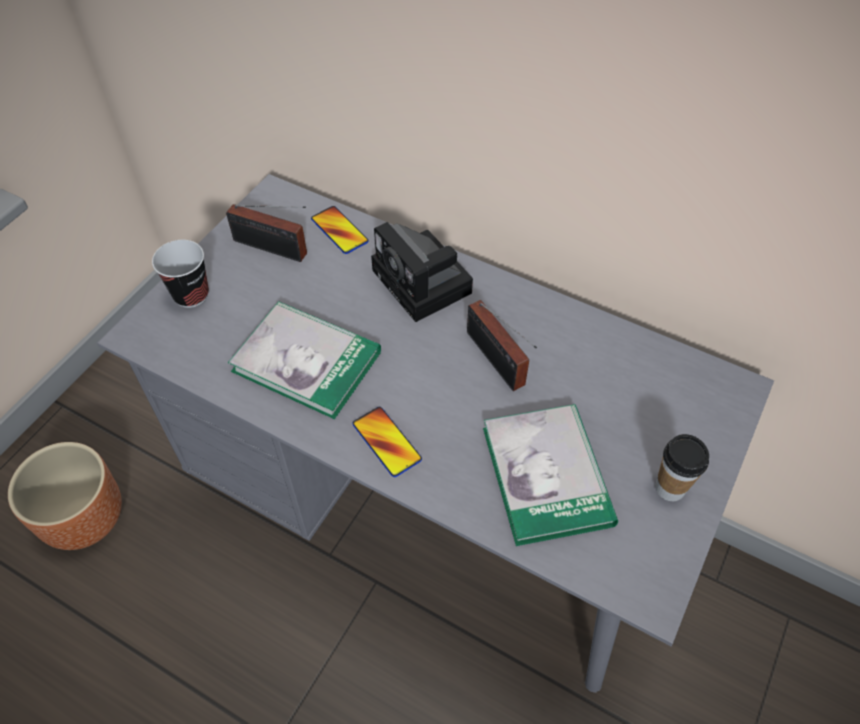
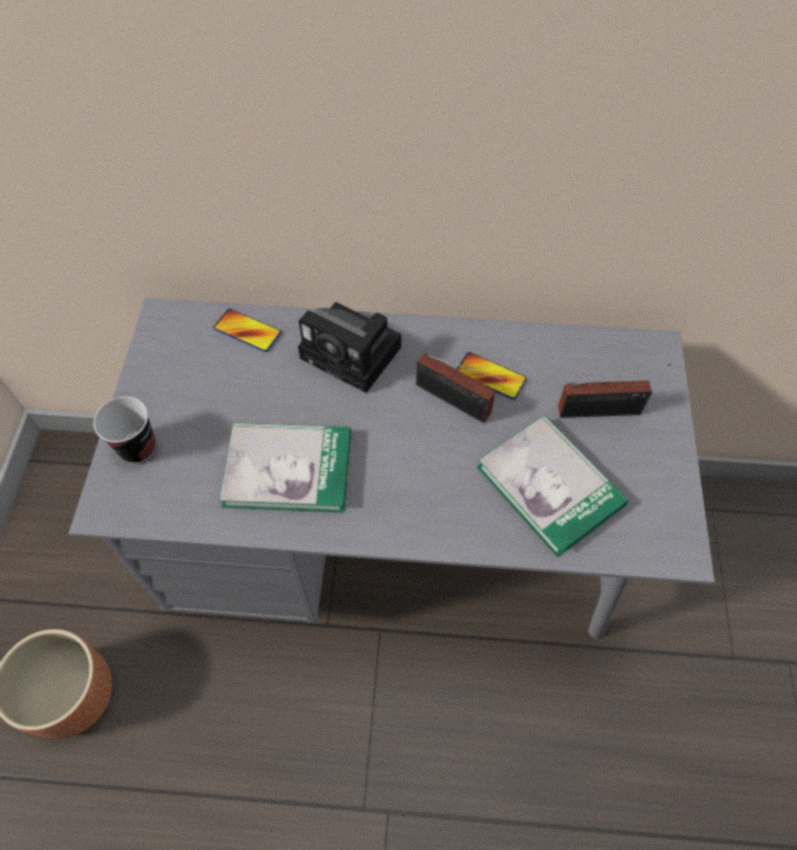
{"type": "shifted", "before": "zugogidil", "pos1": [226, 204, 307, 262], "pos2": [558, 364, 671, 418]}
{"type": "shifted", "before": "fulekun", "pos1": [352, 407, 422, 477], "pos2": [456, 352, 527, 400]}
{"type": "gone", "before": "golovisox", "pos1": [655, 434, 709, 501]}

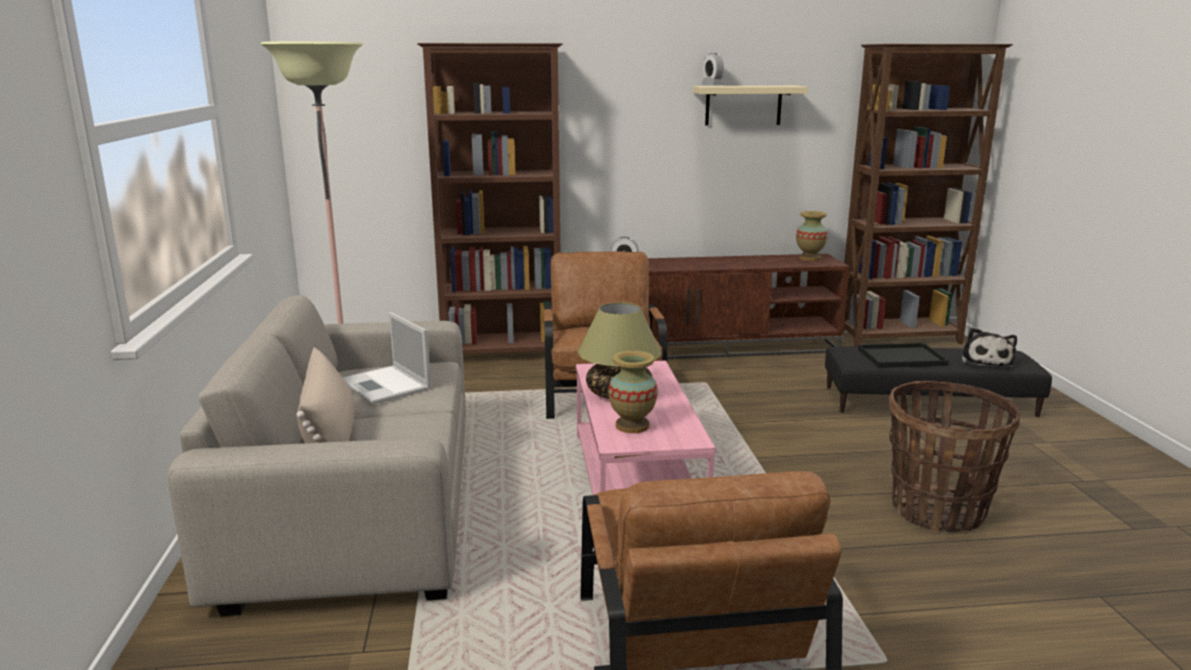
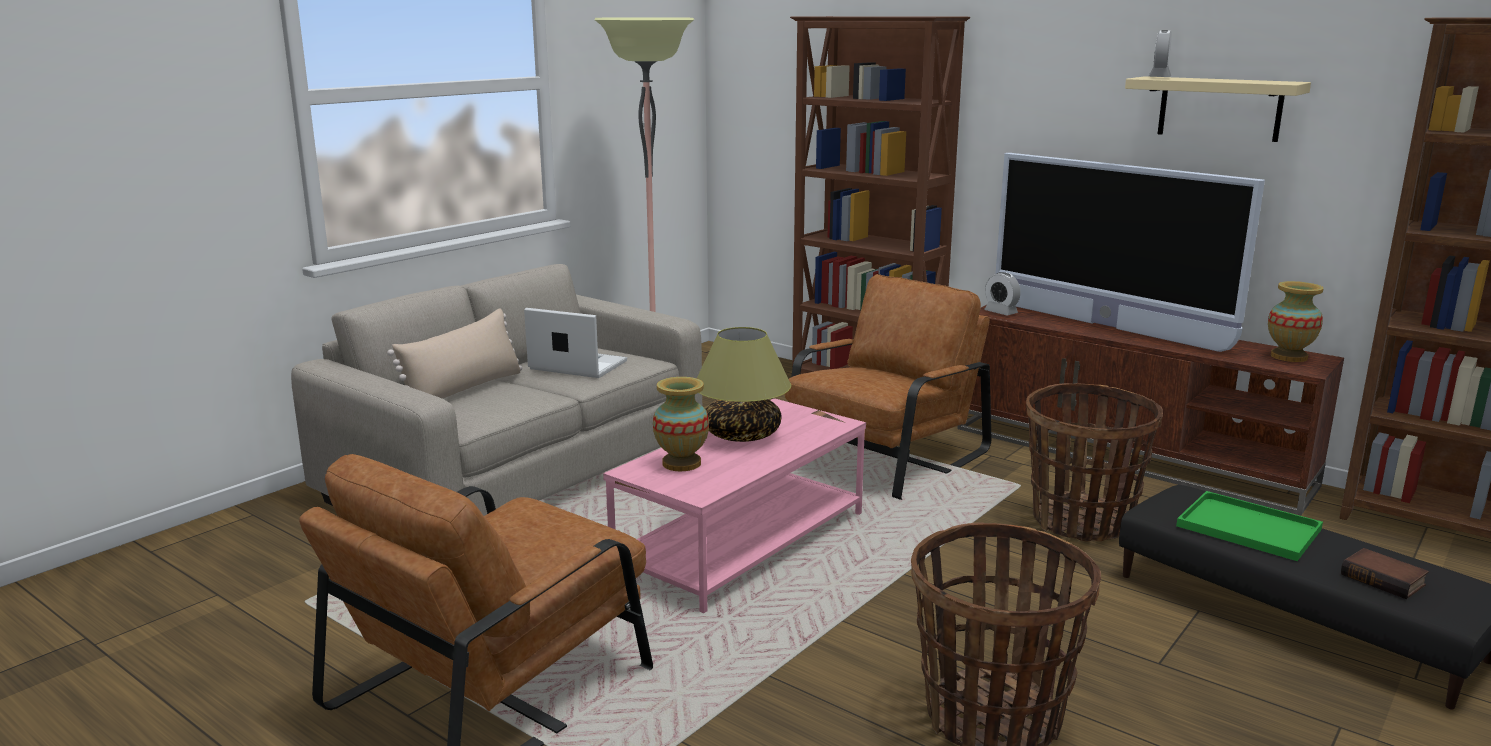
{"type": "rotated", "before": "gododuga", "pos1": [343, 312, 431, 404], "pos2": [524, 308, 627, 378], "turn": 105}
{"type": "repainted", "before": "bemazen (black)", "after": "bemazen (green)", "pos1": [858, 343, 949, 368], "pos2": [1176, 491, 1323, 561]}
{"type": "swapped", "before": "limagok", "after": "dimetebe", "pos1": [962, 328, 1017, 368], "pos2": [1341, 548, 1429, 599]}
{"type": "new", "after": "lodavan", "pos2": [996, 153, 1265, 352]}
{"type": "new", "after": "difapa", "pos2": [1026, 383, 1163, 541]}

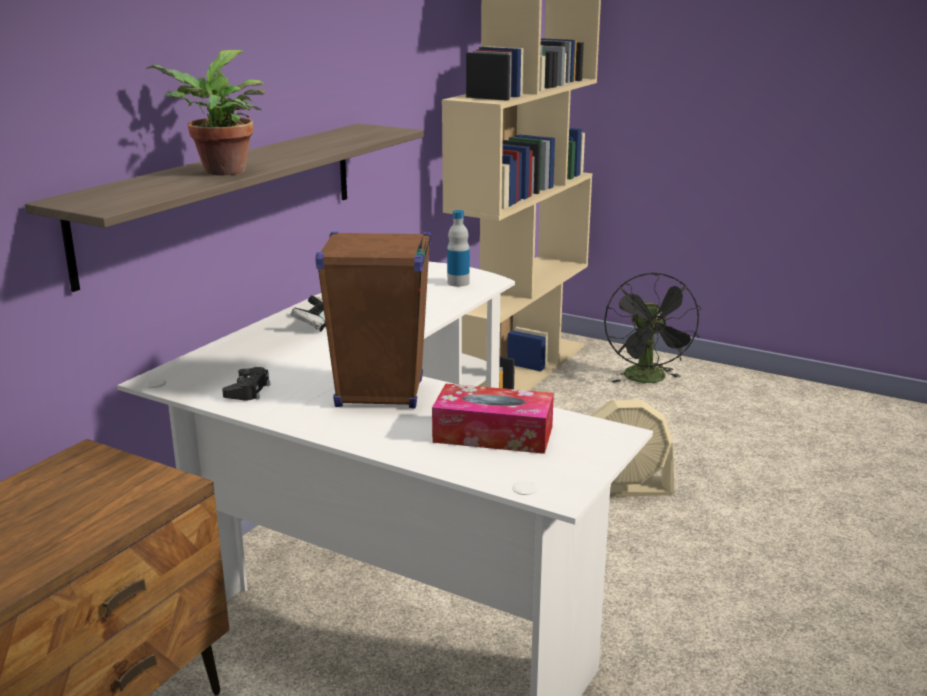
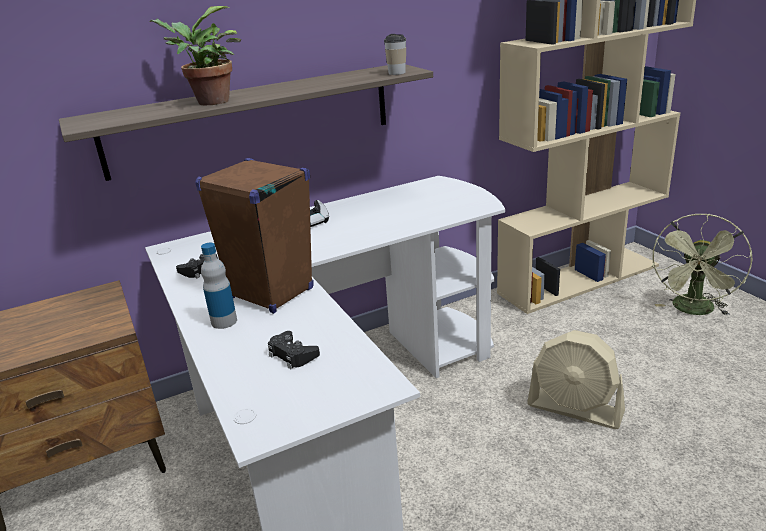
{"type": "swapped", "before": "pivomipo", "after": "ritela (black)", "pos1": [432, 383, 554, 454], "pos2": [268, 331, 320, 369]}
{"type": "shifted", "before": "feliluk", "pos1": [447, 210, 470, 287], "pos2": [201, 243, 237, 329]}
{"type": "repainted", "before": "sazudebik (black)", "after": "sazudebik (green)", "pos1": [604, 272, 701, 383], "pos2": [651, 214, 753, 316]}
{"type": "new", "after": "golovisox", "pos2": [384, 34, 406, 75]}

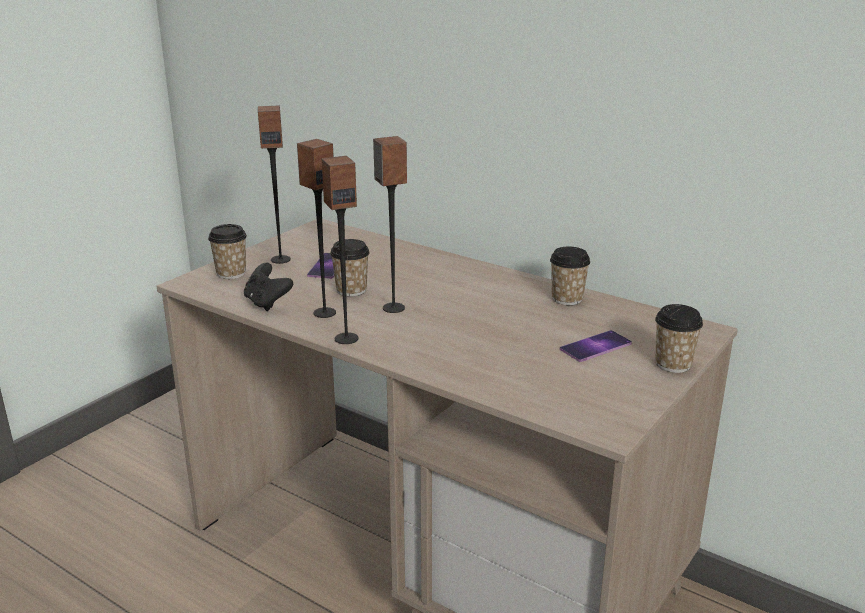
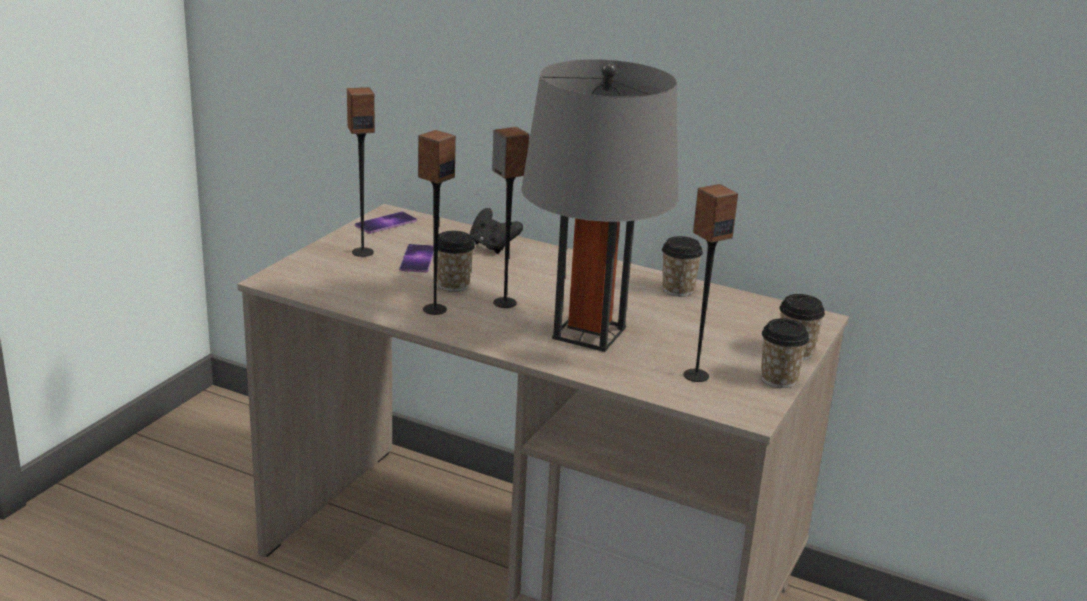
{"type": "shifted", "before": "golovisox", "pos1": [208, 224, 247, 279], "pos2": [761, 318, 809, 388]}
{"type": "shifted", "before": "ritela (black)", "pos1": [244, 263, 293, 311], "pos2": [470, 208, 523, 254]}
{"type": "shifted", "before": "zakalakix", "pos1": [322, 156, 358, 344], "pos2": [683, 184, 738, 382]}
{"type": "shifted", "before": "fulekun", "pos1": [560, 330, 632, 362], "pos2": [355, 211, 417, 234]}
{"type": "new", "after": "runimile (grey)", "pos2": [521, 59, 678, 352]}

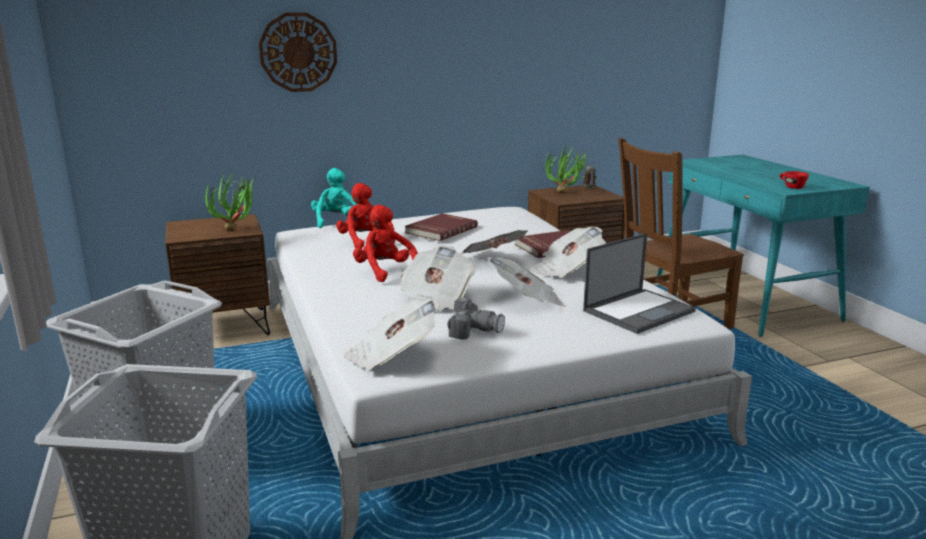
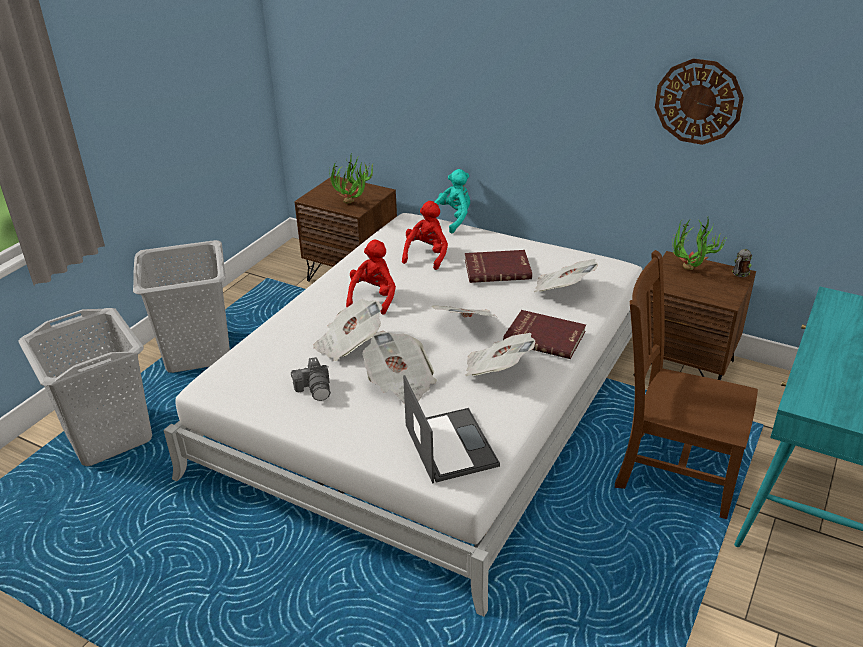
{"type": "shifted", "before": "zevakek", "pos1": [259, 12, 337, 92], "pos2": [655, 58, 744, 145]}
{"type": "shifted", "before": "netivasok", "pos1": [344, 299, 440, 371], "pos2": [534, 259, 598, 292]}
{"type": "rotated", "before": "gododuga", "pos1": [583, 233, 696, 334], "pos2": [403, 375, 500, 483], "turn": -120}
{"type": "gone", "before": "golovisox (red)", "pos1": [779, 171, 809, 189]}

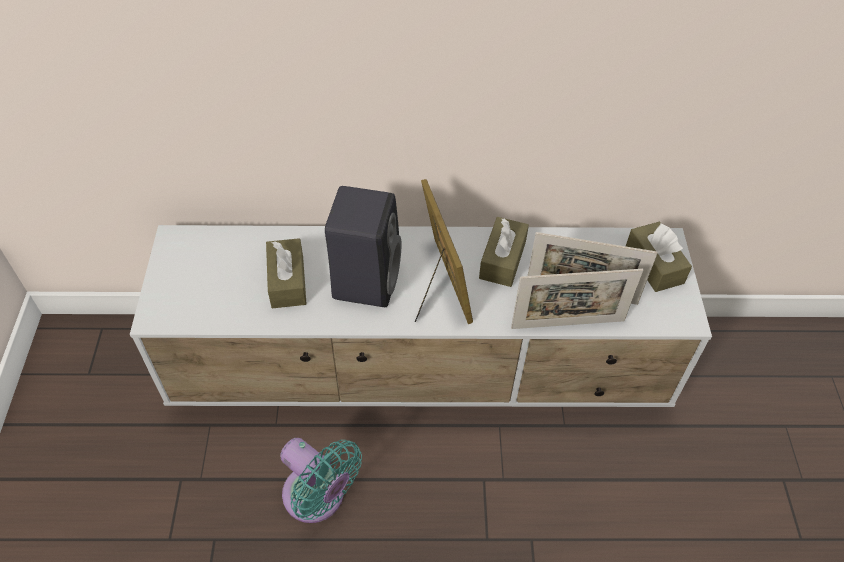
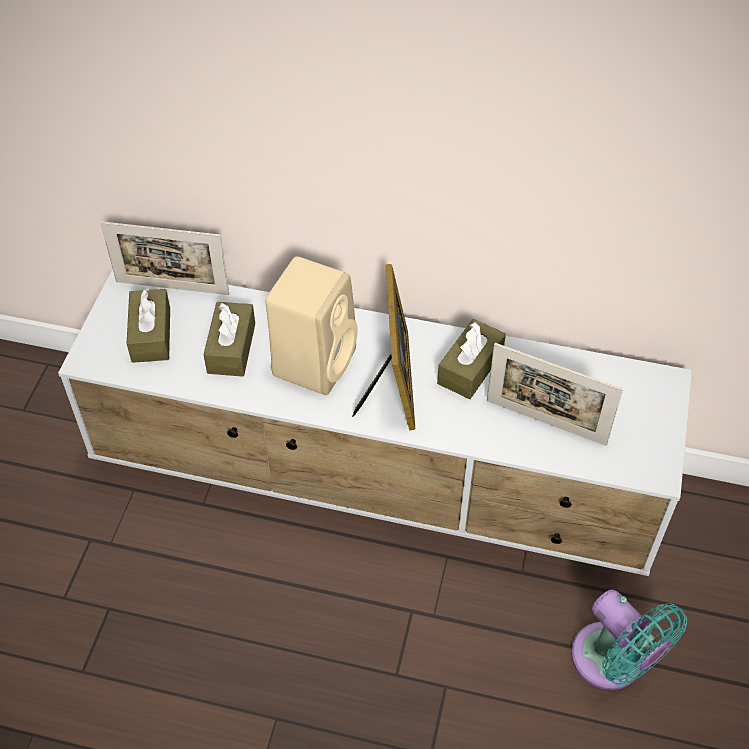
{"type": "shifted", "before": "sazudebik (turquoise)", "pos1": [280, 438, 362, 523], "pos2": [571, 590, 687, 690]}
{"type": "repainted", "before": "zakalakix (black)", "after": "zakalakix (beige)", "pos1": [325, 186, 401, 307], "pos2": [265, 256, 358, 395]}
{"type": "shifted", "before": "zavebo", "pos1": [511, 269, 643, 329], "pos2": [100, 221, 229, 295]}
{"type": "shifted", "before": "pivomipo (brown)", "pos1": [626, 222, 692, 292], "pos2": [127, 288, 170, 363]}

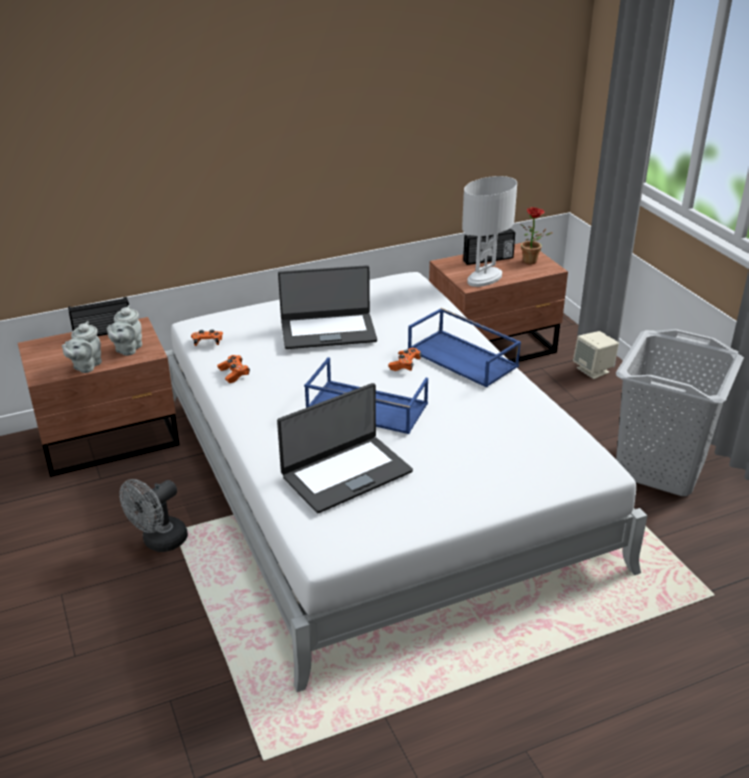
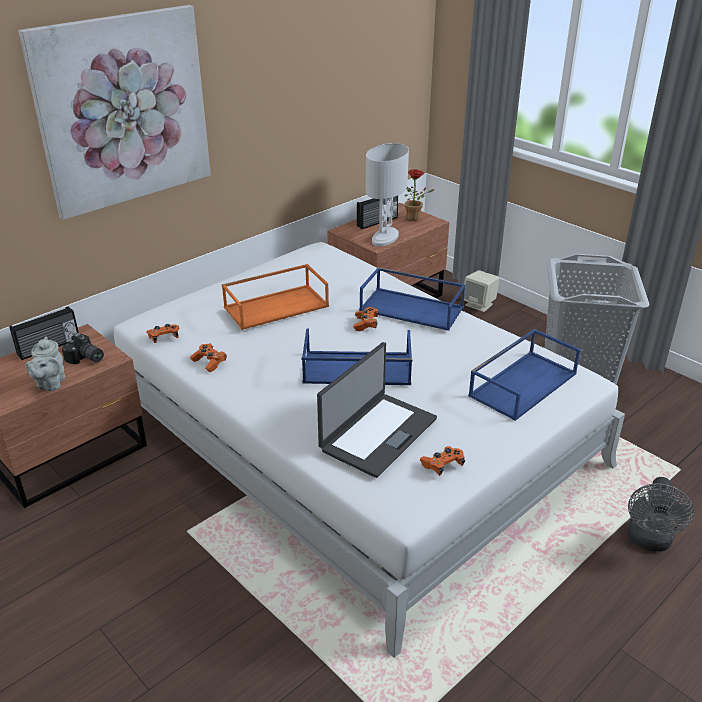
{"type": "swapped", "before": "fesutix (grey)", "after": "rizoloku", "pos1": [106, 305, 142, 356], "pos2": [62, 333, 104, 364]}
{"type": "shifted", "before": "sazudebik (grey)", "pos1": [119, 479, 188, 552], "pos2": [627, 477, 694, 552]}
{"type": "swapped", "before": "gododuga", "after": "bemazen (orange)", "pos1": [278, 265, 377, 349], "pos2": [222, 264, 329, 330]}
{"type": "new", "after": "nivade", "pos2": [18, 5, 211, 220]}
{"type": "new", "after": "ritela (orange)", "pos2": [420, 446, 465, 476]}
{"type": "new", "after": "bemazen (blue)", "pos2": [468, 329, 581, 421]}

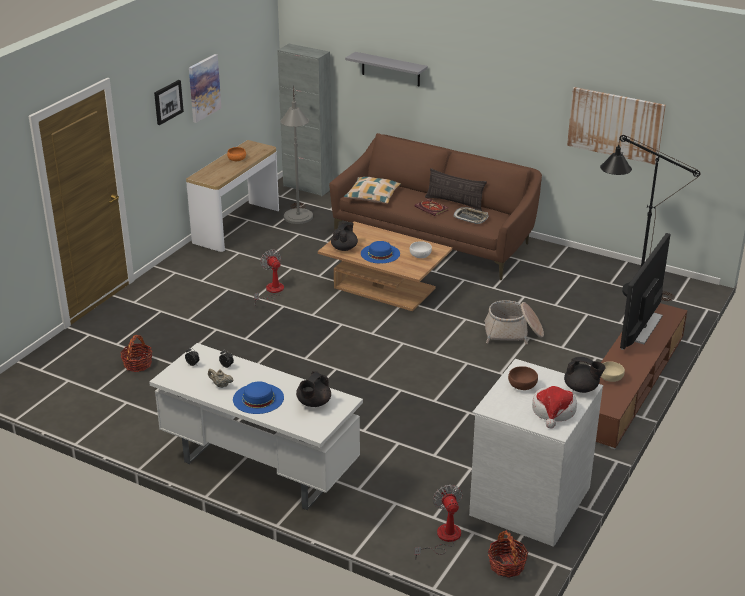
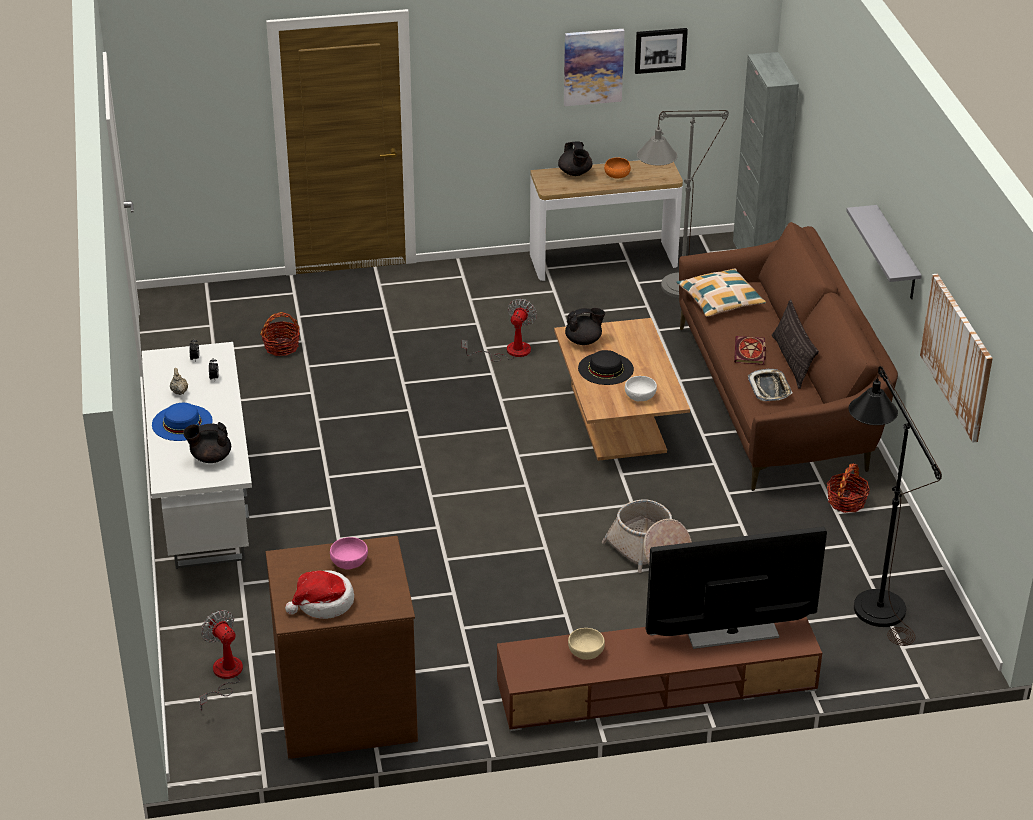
{"type": "shifted", "before": "nivade", "pos1": [154, 80, 184, 125], "pos2": [635, 28, 688, 74]}
{"type": "shifted", "before": "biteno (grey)", "pos1": [345, 52, 428, 86], "pos2": [846, 205, 922, 299]}
{"type": "repainted", "before": "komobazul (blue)", "after": "komobazul (black)", "pos1": [361, 241, 400, 264], "pos2": [578, 350, 634, 385]}
{"type": "rotated", "before": "sazudebik", "pos1": [414, 485, 463, 560], "pos2": [199, 610, 243, 711], "turn": -75}
{"type": "repainted", "before": "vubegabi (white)", "after": "vubegabi (brown)", "pos1": [469, 359, 603, 547], "pos2": [266, 536, 418, 759]}
{"type": "shifted", "before": "difapa", "pos1": [488, 530, 528, 578], "pos2": [827, 464, 870, 513]}
{"type": "repainted", "before": "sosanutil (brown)", "after": "sosanutil (pink)", "pos1": [508, 366, 538, 390], "pos2": [330, 537, 368, 570]}
{"type": "shifted", "before": "fesutix (black)", "pos1": [564, 357, 605, 393], "pos2": [558, 141, 592, 176]}

